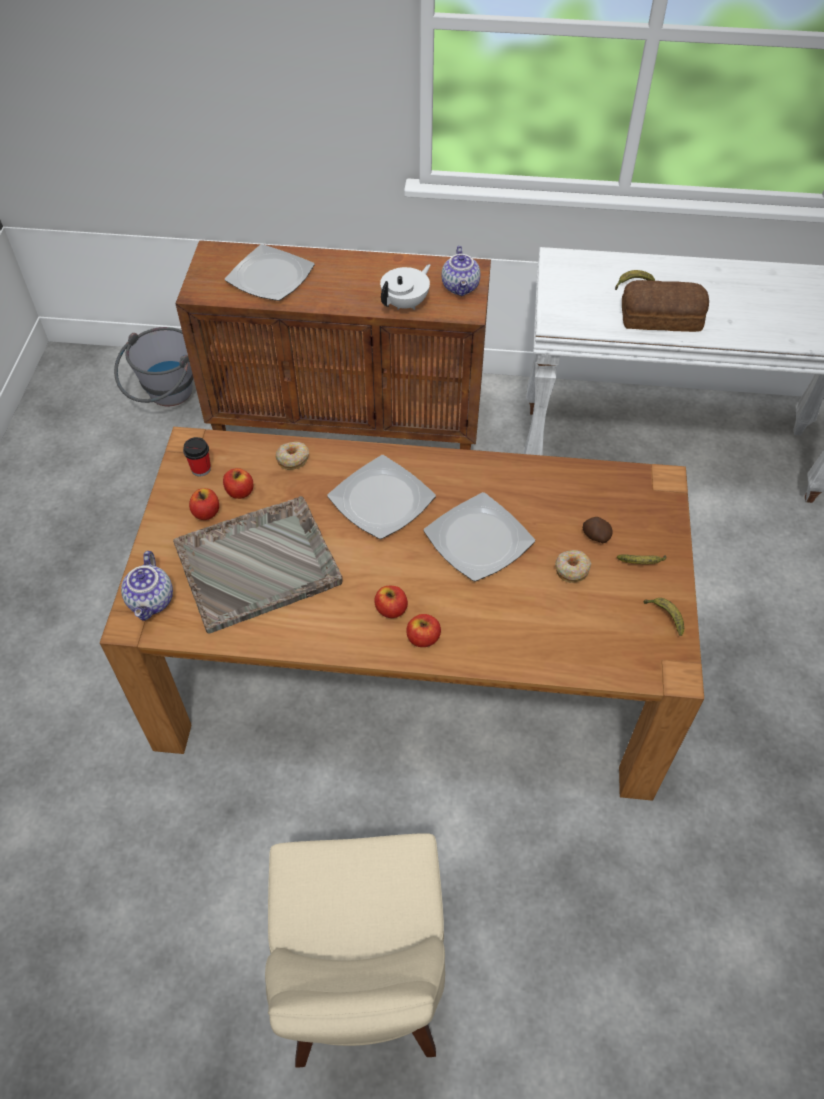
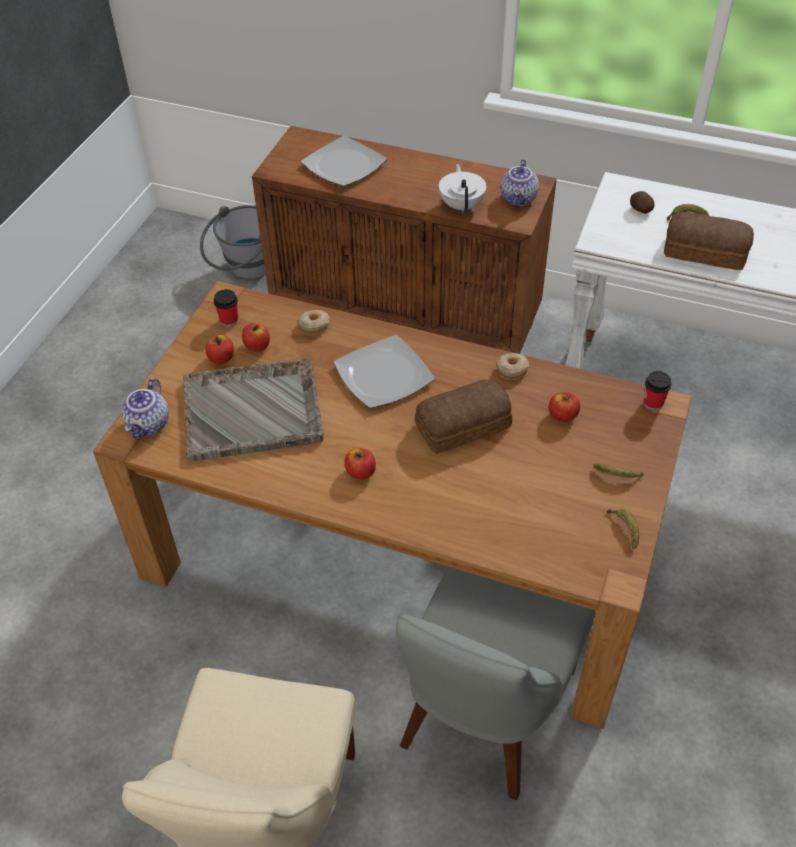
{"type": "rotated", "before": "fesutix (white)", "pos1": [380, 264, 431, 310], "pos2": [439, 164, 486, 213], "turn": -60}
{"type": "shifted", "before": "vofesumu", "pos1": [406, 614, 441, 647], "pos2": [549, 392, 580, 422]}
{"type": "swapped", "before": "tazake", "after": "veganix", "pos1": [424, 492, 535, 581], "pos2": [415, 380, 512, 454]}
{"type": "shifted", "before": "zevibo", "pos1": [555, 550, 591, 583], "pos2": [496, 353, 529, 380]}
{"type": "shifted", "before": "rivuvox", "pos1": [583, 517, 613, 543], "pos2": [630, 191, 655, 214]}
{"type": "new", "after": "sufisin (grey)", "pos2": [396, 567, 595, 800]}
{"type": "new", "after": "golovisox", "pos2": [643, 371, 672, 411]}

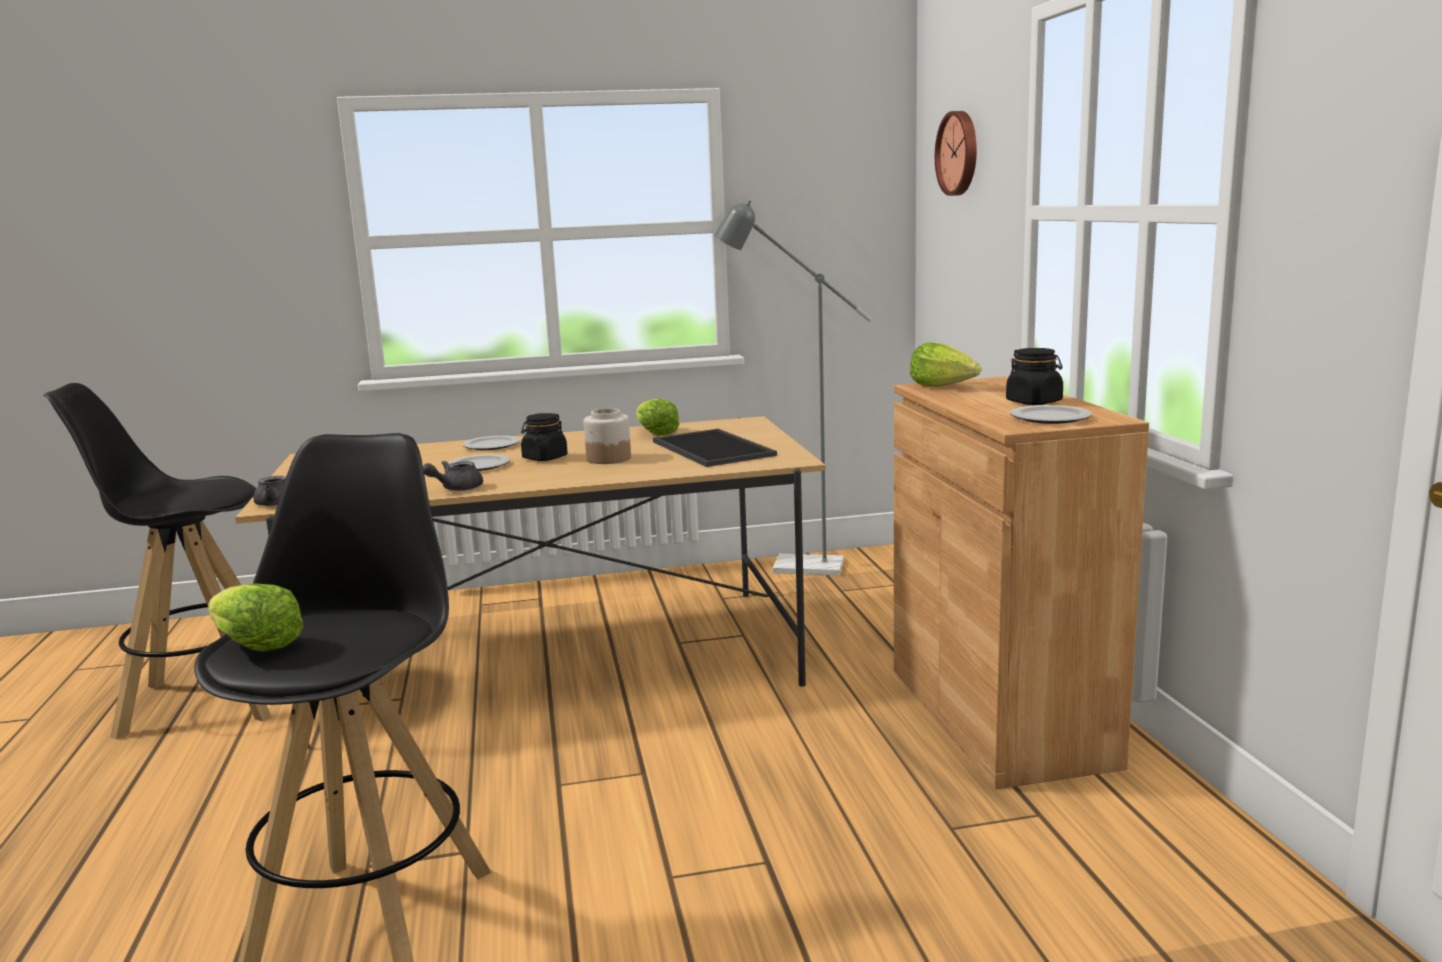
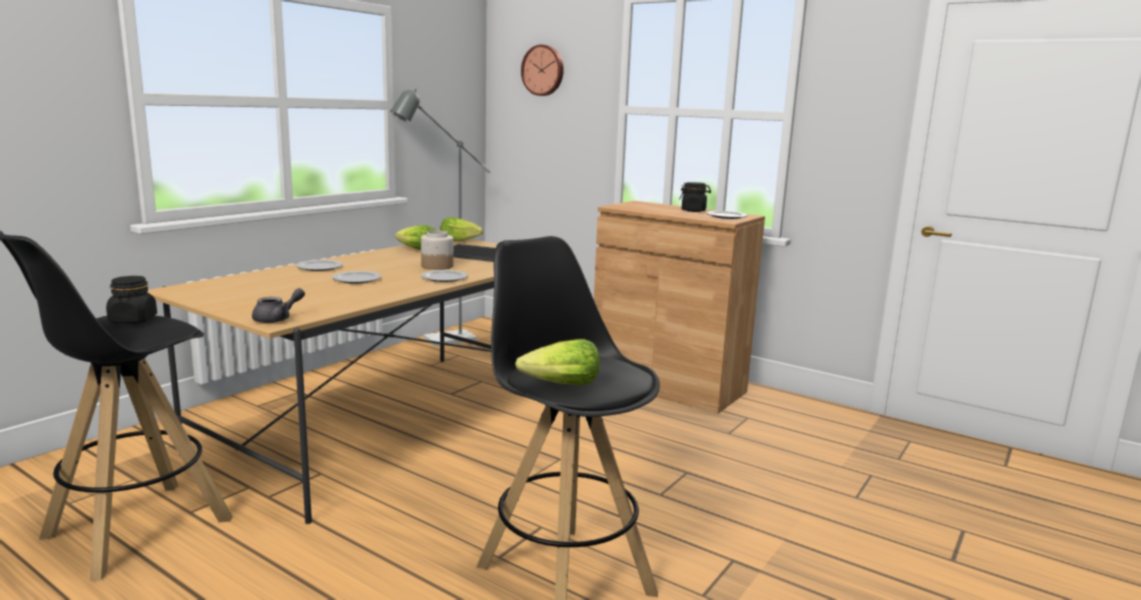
{"type": "gone", "before": "fesutix (grey)", "pos1": [423, 461, 483, 491]}
{"type": "shifted", "before": "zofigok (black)", "pos1": [521, 413, 568, 461], "pos2": [106, 276, 157, 323]}
{"type": "shifted", "before": "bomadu", "pos1": [910, 342, 981, 387], "pos2": [440, 217, 483, 242]}
{"type": "new", "after": "tazake", "pos2": [421, 270, 468, 282]}

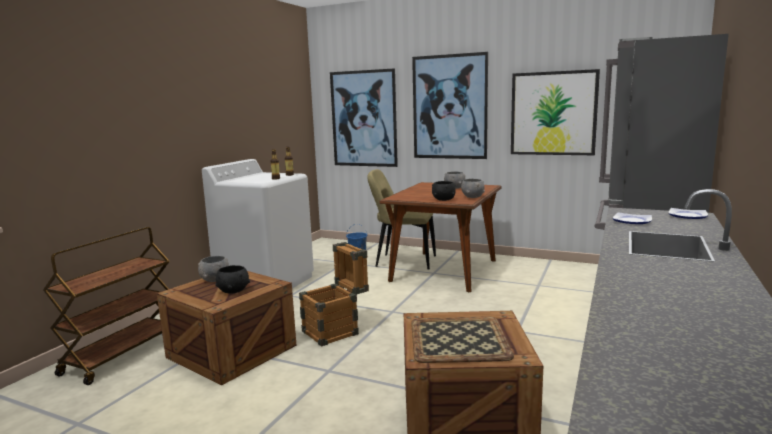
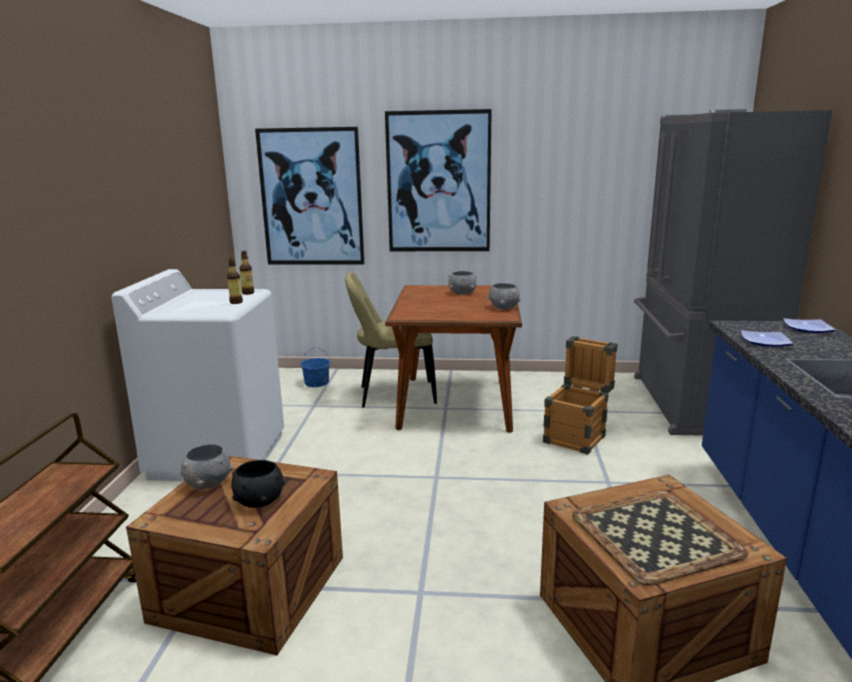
{"type": "shifted", "before": "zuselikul", "pos1": [299, 242, 369, 347], "pos2": [543, 336, 618, 454]}
{"type": "gone", "before": "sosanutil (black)", "pos1": [432, 181, 456, 201]}
{"type": "gone", "before": "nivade", "pos1": [511, 69, 600, 155]}

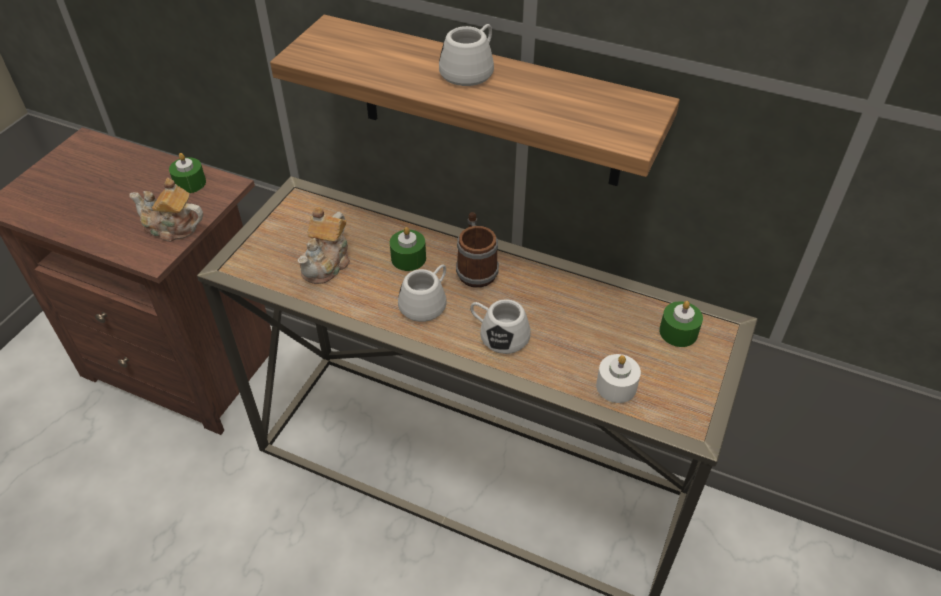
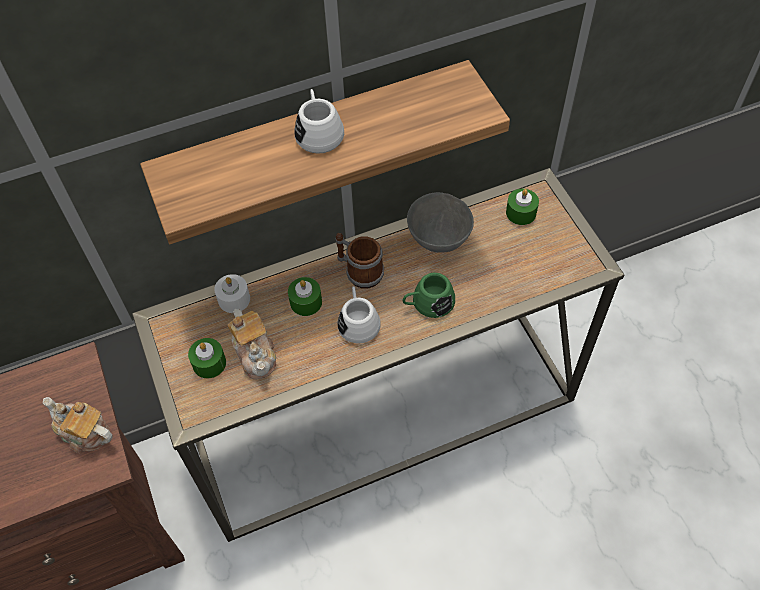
{"type": "rotated", "before": "fesutix", "pos1": [129, 178, 203, 242], "pos2": [42, 397, 113, 453], "turn": 60}
{"type": "shifted", "before": "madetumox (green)", "pos1": [169, 153, 206, 193], "pos2": [188, 338, 226, 378]}
{"type": "repainted", "before": "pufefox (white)", "after": "pufefox (green)", "pos1": [470, 299, 531, 354], "pos2": [403, 273, 455, 318]}
{"type": "shifted", "before": "madetumox (white)", "pos1": [596, 354, 641, 403], "pos2": [214, 274, 250, 313]}
{"type": "new", "after": "sosanutil (grey)", "pos2": [407, 192, 474, 253]}

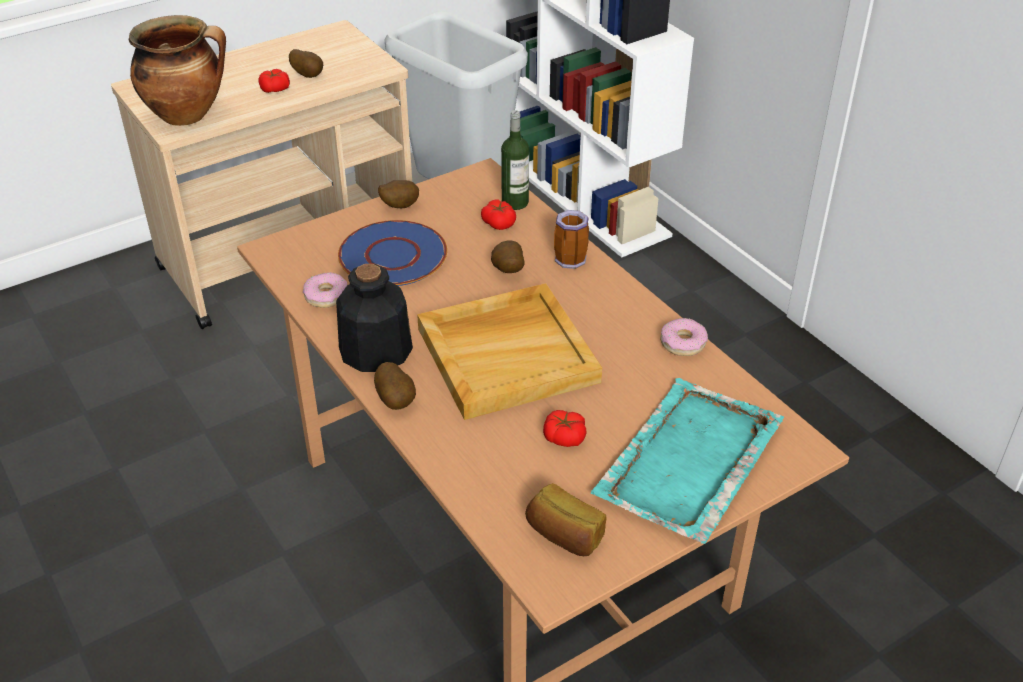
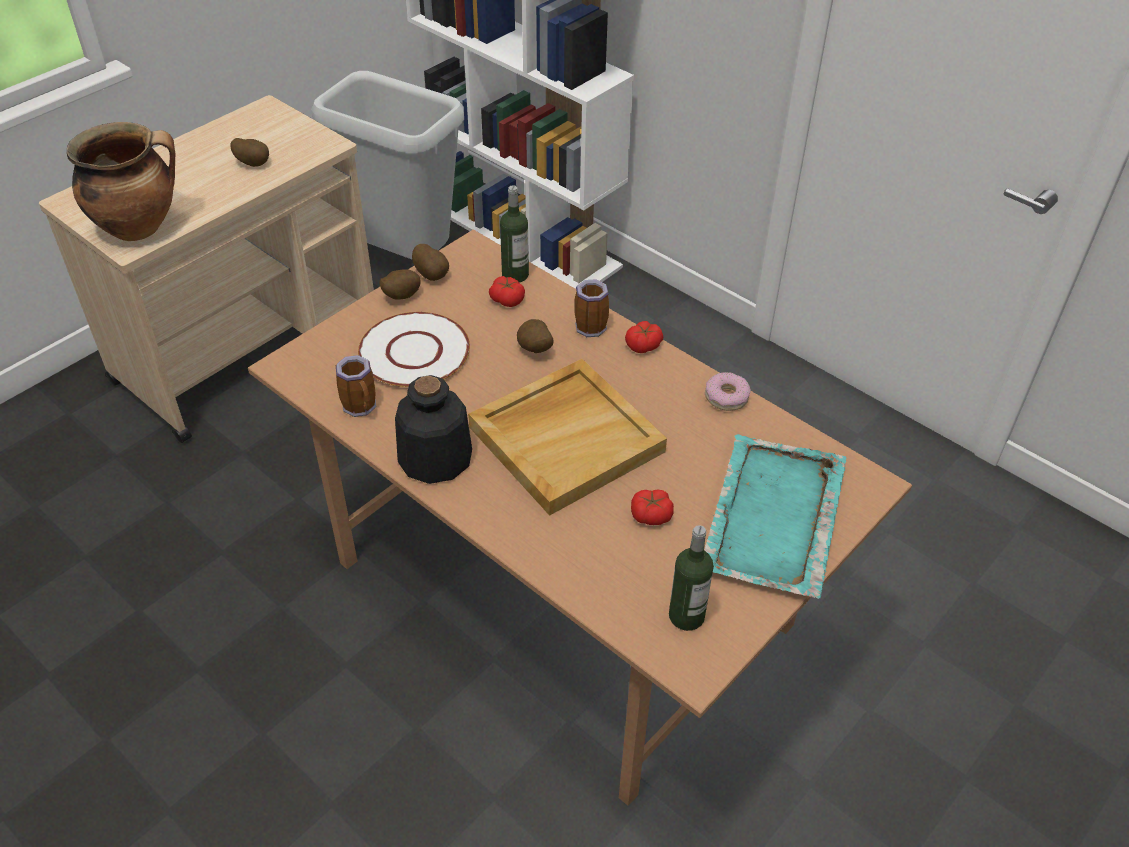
{"type": "shifted", "before": "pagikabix", "pos1": [258, 69, 290, 93], "pos2": [625, 321, 663, 353]}
{"type": "swapped", "before": "zevibo", "after": "pufefox", "pos1": [303, 273, 347, 308], "pos2": [336, 355, 376, 417]}
{"type": "repainted", "before": "tazake (blue)", "after": "tazake (white)", "pos1": [338, 220, 447, 286], "pos2": [358, 312, 470, 387]}
{"type": "shifted", "before": "rivuvox", "pos1": [374, 362, 416, 410], "pos2": [412, 244, 449, 281]}
{"type": "swapped", "before": "veganix", "after": "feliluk", "pos1": [525, 483, 607, 556], "pos2": [669, 525, 714, 631]}

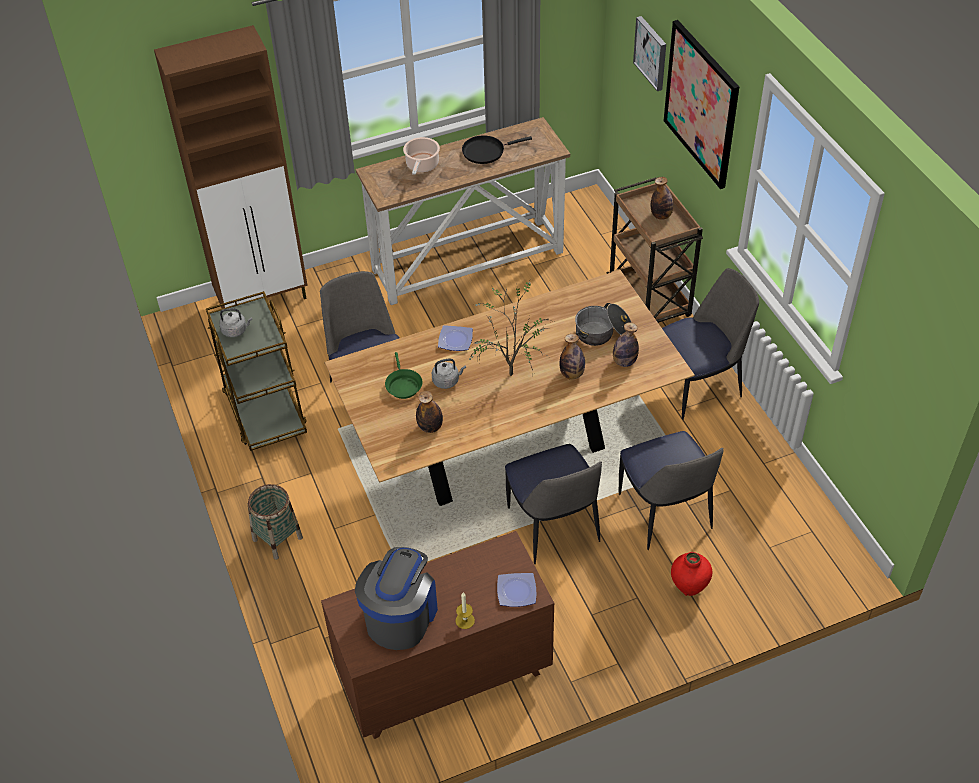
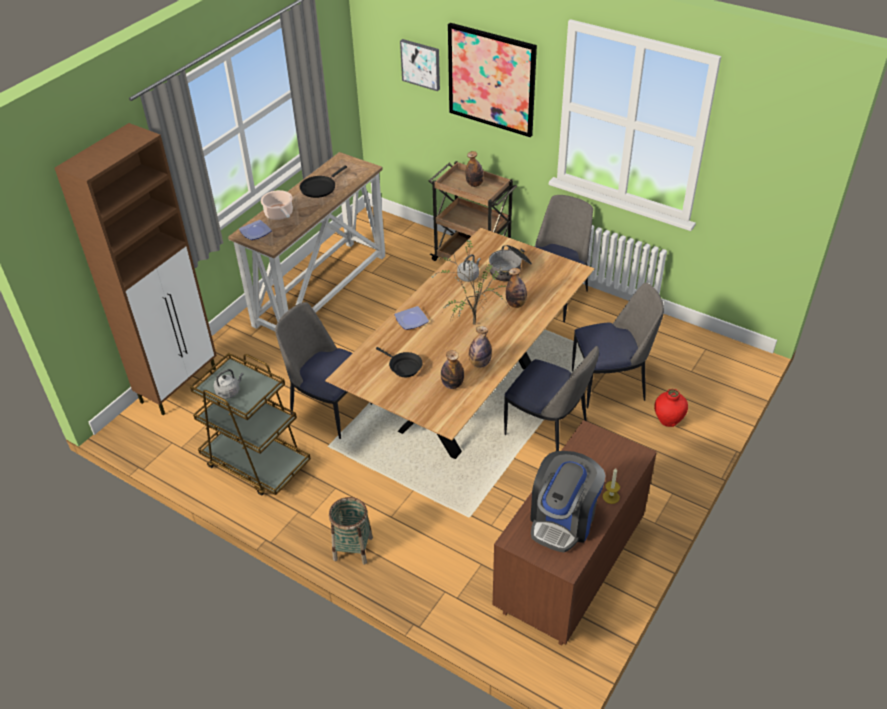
{"type": "rotated", "before": "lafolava", "pos1": [355, 547, 438, 650], "pos2": [530, 451, 606, 553], "turn": -135}
{"type": "repainted", "before": "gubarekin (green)", "after": "gubarekin (black)", "pos1": [385, 352, 422, 399], "pos2": [376, 347, 423, 377]}
{"type": "shifted", "before": "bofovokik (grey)", "pos1": [432, 358, 466, 389], "pos2": [457, 254, 481, 282]}
{"type": "shifted", "before": "tazake", "pos1": [497, 573, 536, 607], "pos2": [239, 220, 272, 240]}
{"type": "shifted", "before": "feliluk", "pos1": [613, 322, 639, 367], "pos2": [469, 326, 492, 368]}
{"type": "rotated", "before": "sufisin", "pos1": [619, 431, 724, 550], "pos2": [572, 283, 664, 409], "turn": -45}

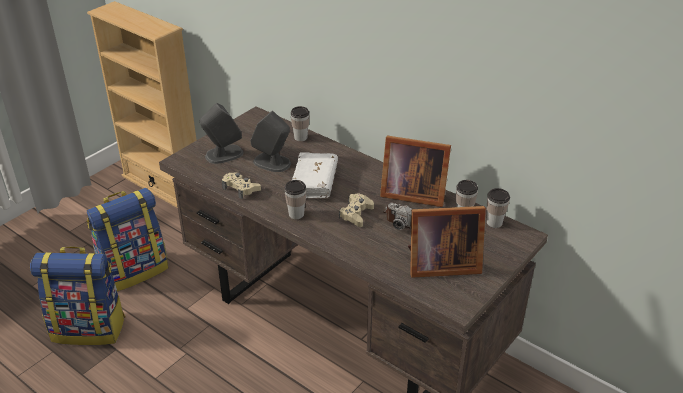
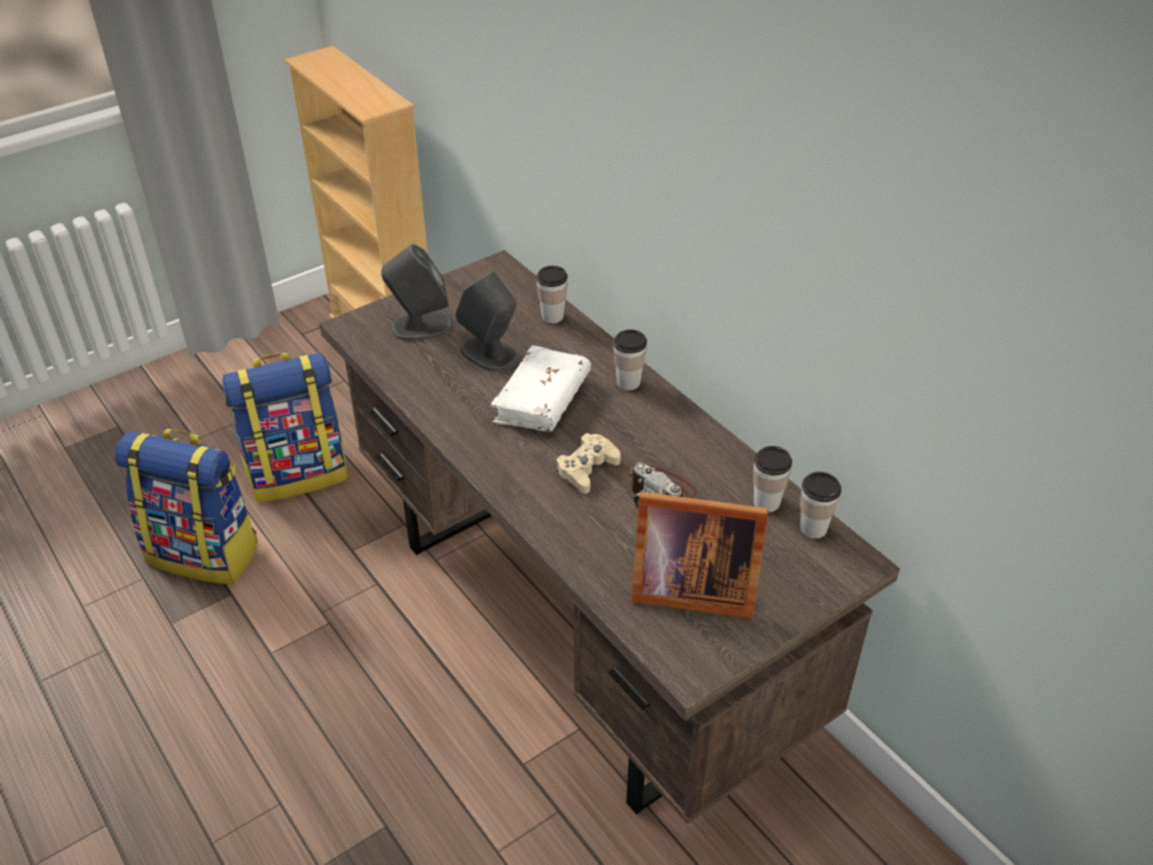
{"type": "gone", "before": "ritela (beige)", "pos1": [222, 172, 261, 199]}
{"type": "shifted", "before": "golovisox", "pos1": [285, 180, 306, 219], "pos2": [613, 329, 647, 390]}
{"type": "gone", "before": "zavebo", "pos1": [380, 136, 451, 207]}

